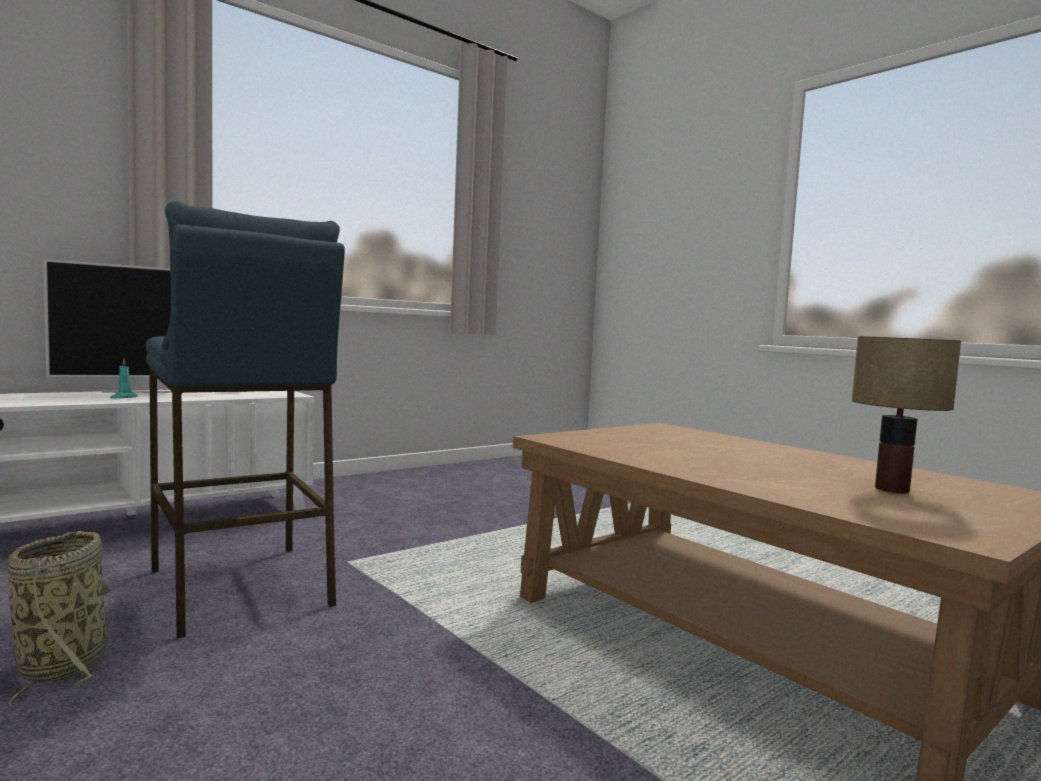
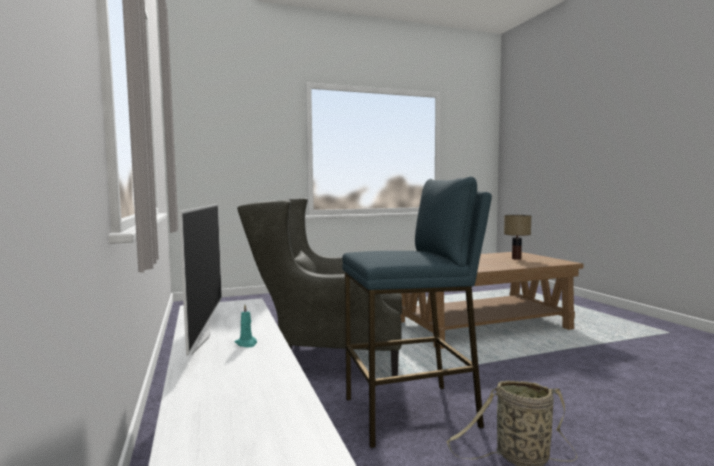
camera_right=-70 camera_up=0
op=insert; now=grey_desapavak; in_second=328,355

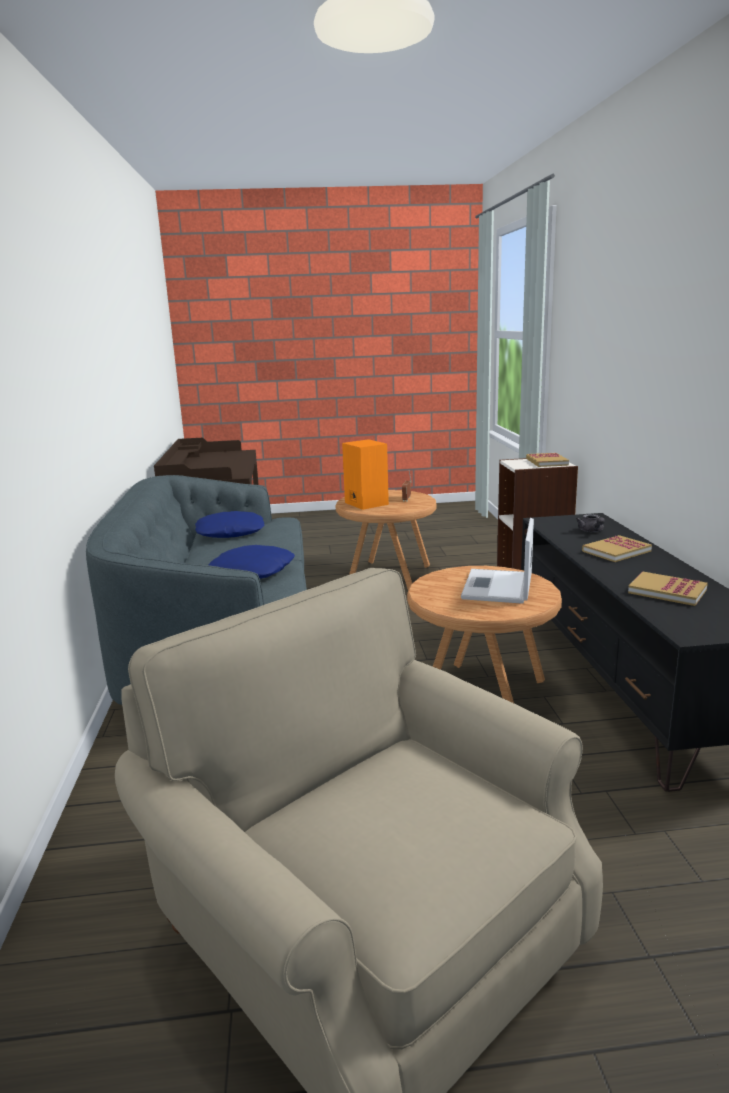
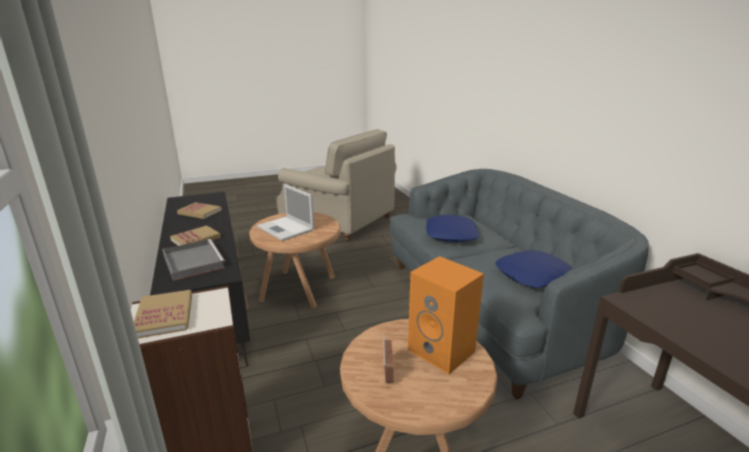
camera_right=165 camera_up=5
op=replace; was=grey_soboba; now=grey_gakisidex; in_first=591,531; in_second=192,261
op=rotate; was=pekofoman; in_first=497,587; in_second=286,229; clockwise=135

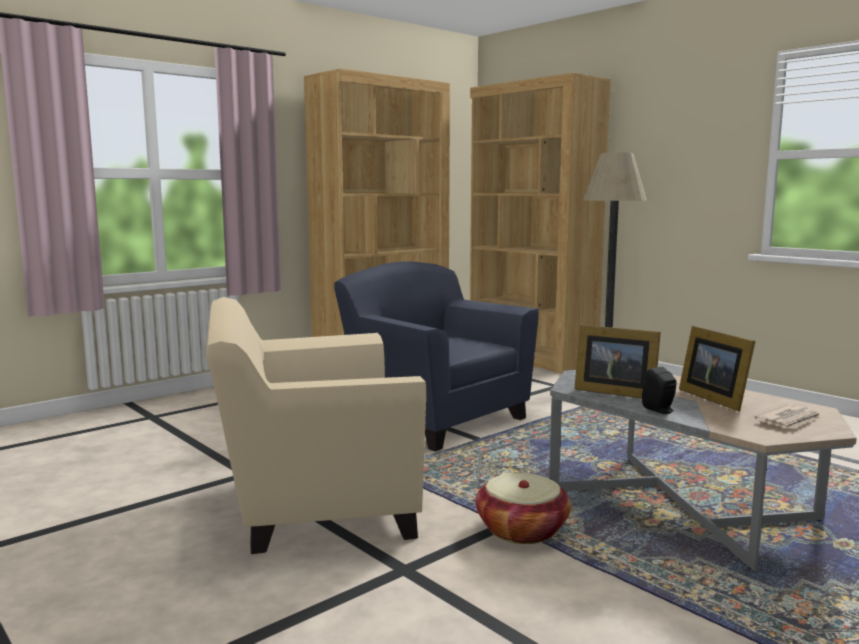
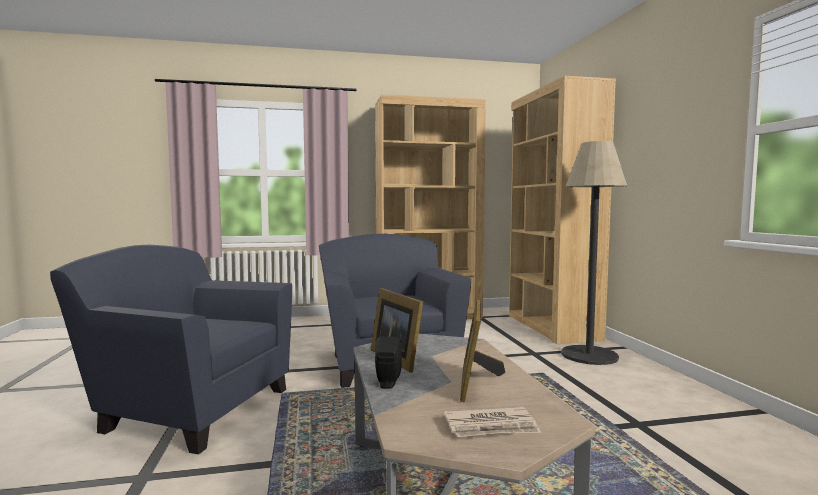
camera_right=30 camera_up=-5
op=recolor; was=beige_desapavak; now=blue_desapavak; in_first=312,507; in_second=190,409
op=delete; was=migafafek; in_first=522,530

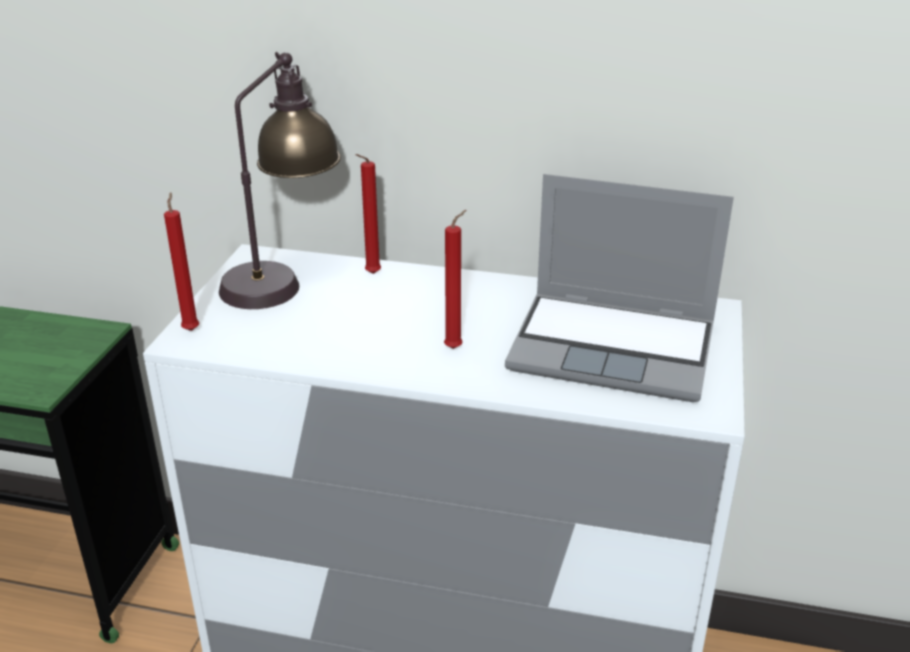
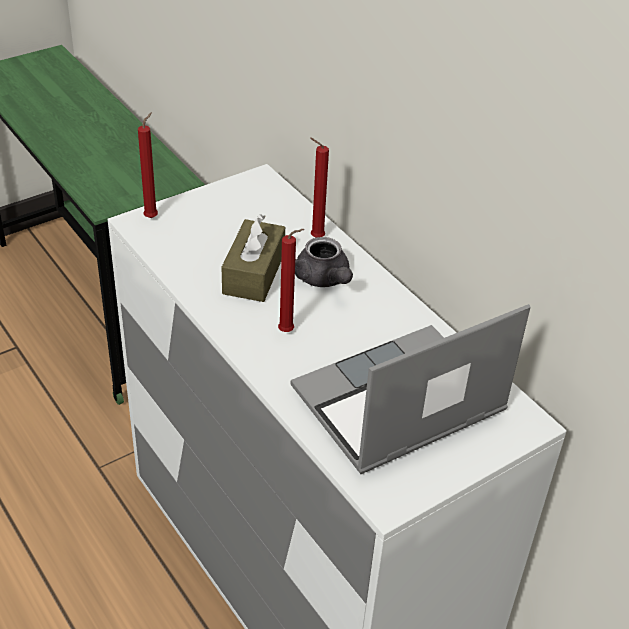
camera_right=40 camera_up=10
op=insert; now=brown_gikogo; in_second=254,273
op=rotate; was=pekofoman; in_first=615,348; in_second=397,404; clockwise=90
op=insert; now=grey_soboba; in_second=324,279
op=delete; was=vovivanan; in_first=284,277

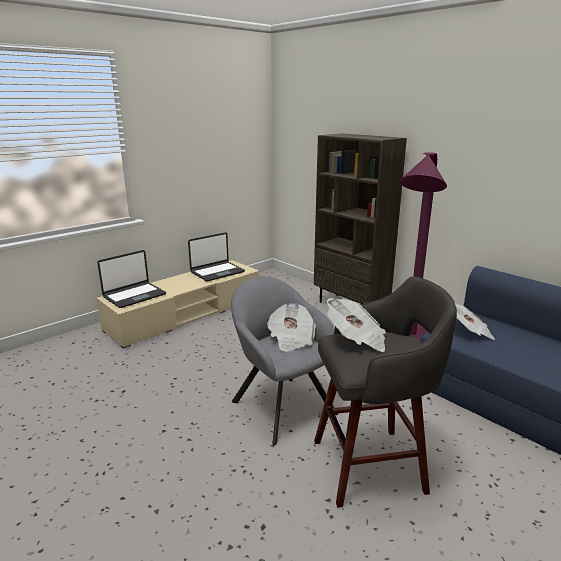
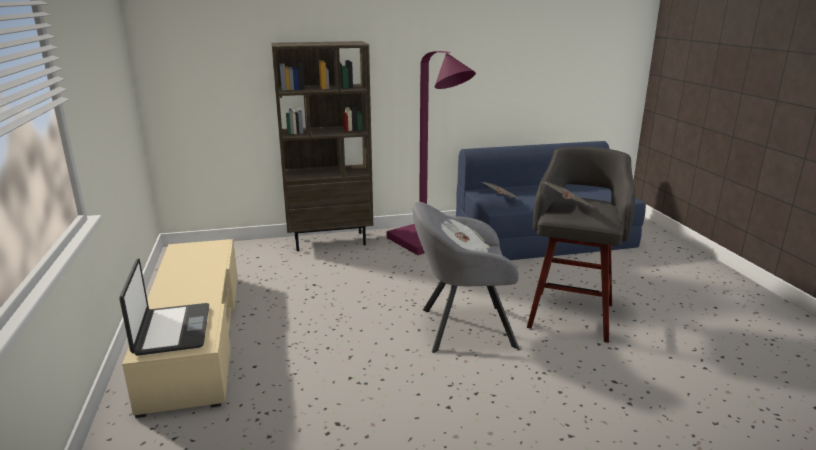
camera_right=-60 camera_up=0
op=delete; was=pekofoman; in_first=217,272

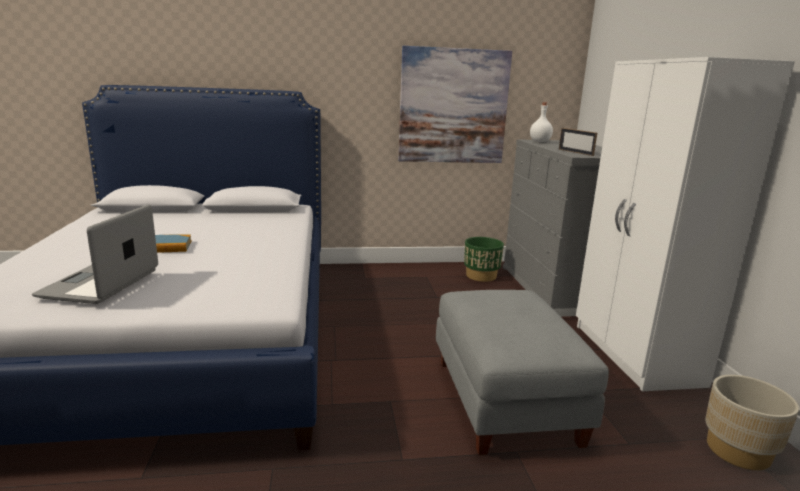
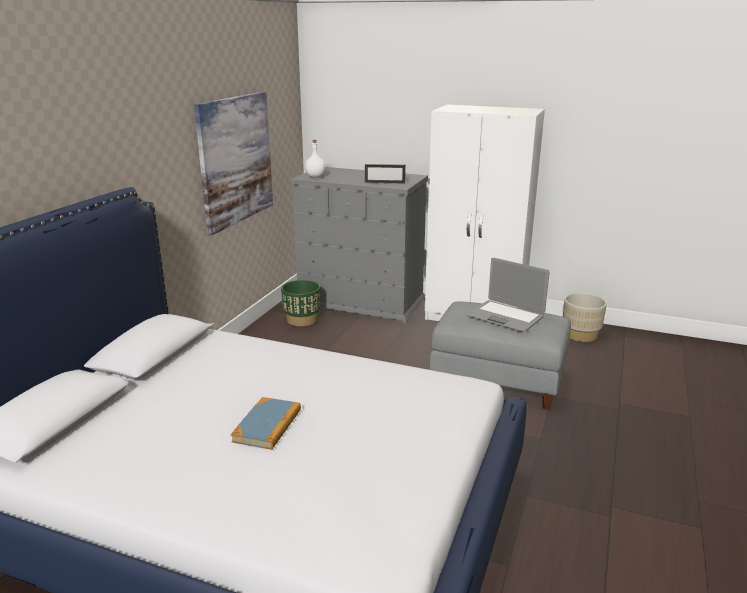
camera_right=-60 camera_up=5
op=move; was=pekofoman; in_first=101,283; in_second=505,317

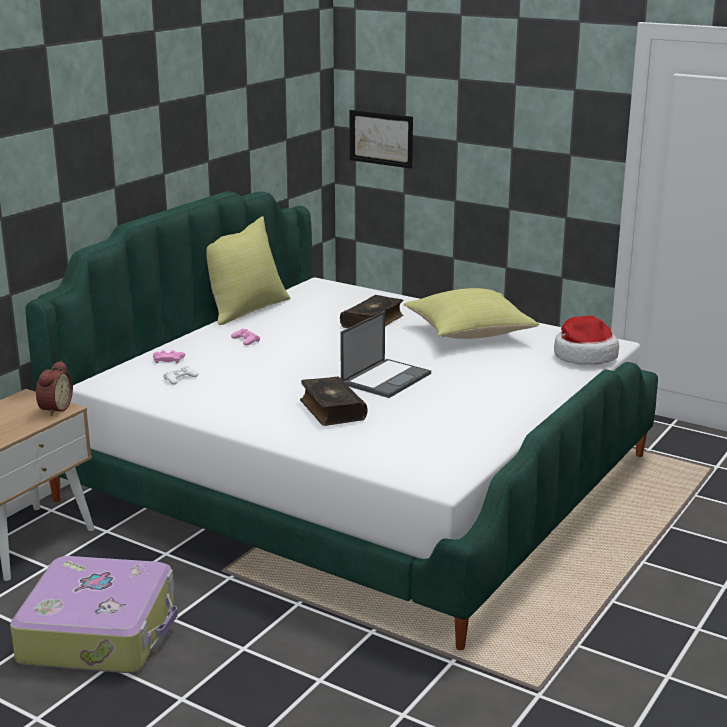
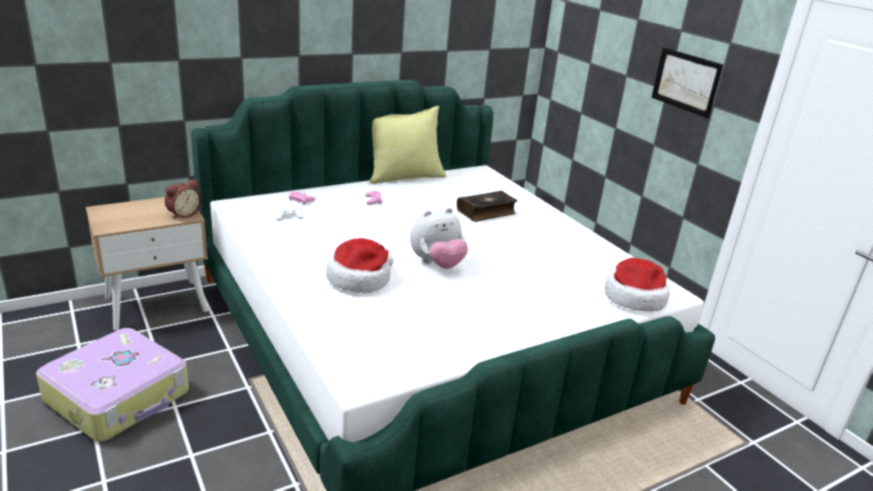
camera_right=25 camera_up=5
op=replace; was=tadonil; now=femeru; in_first=331,410; in_second=360,278
op=replace; was=pekofoman; now=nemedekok; in_first=386,378; in_second=437,264
op=move; was=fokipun; in_first=381,138; in_second=686,81
op=delete; was=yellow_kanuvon; in_first=469,335

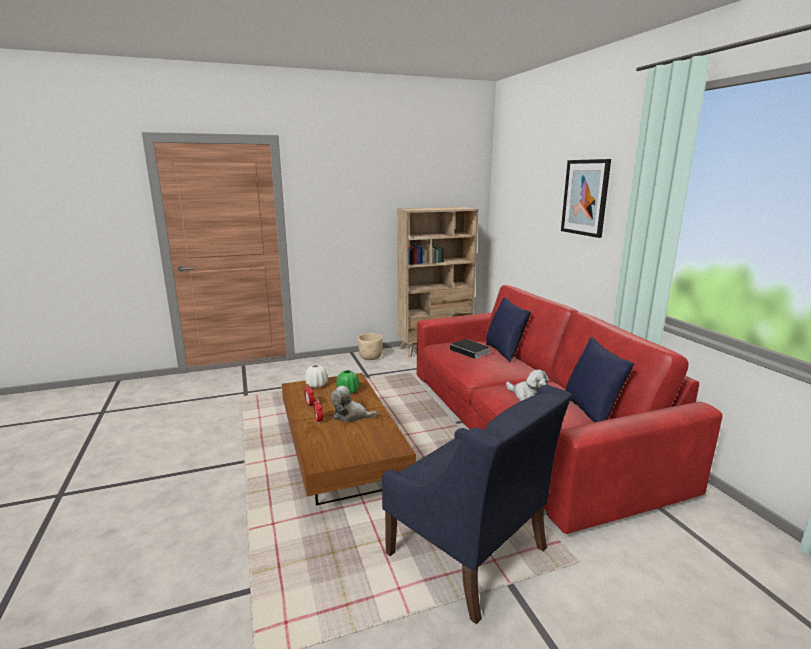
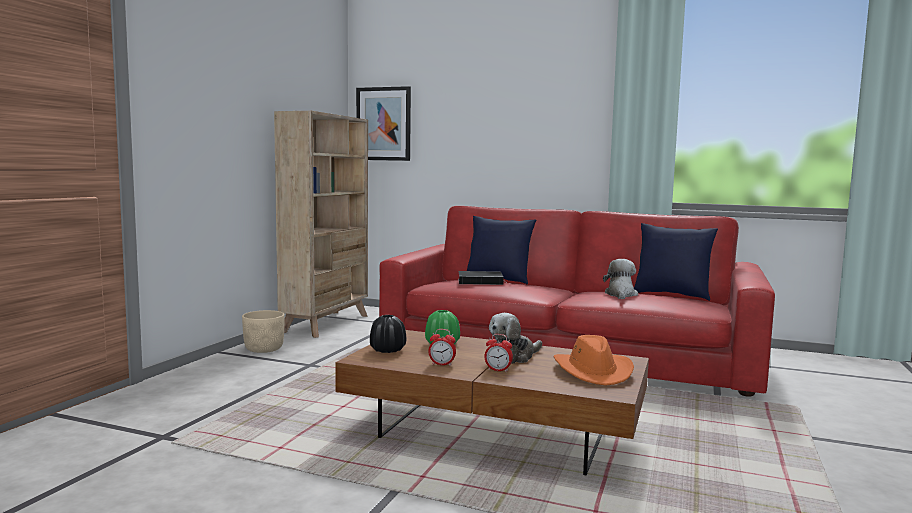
camera_right=-50 camera_up=-10
op=move; was=fokipun; in_first=585,197; in_second=383,124
op=recolor; was=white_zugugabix; now=black_zugugabix; in_first=316,385; in_second=387,350
op=insert; now=orange_femeru; in_second=593,371
op=rotate; was=nemedekok; in_first=527,396; in_second=620,295; clockwise=-75
op=delete; was=blue_desapavak; in_first=468,553

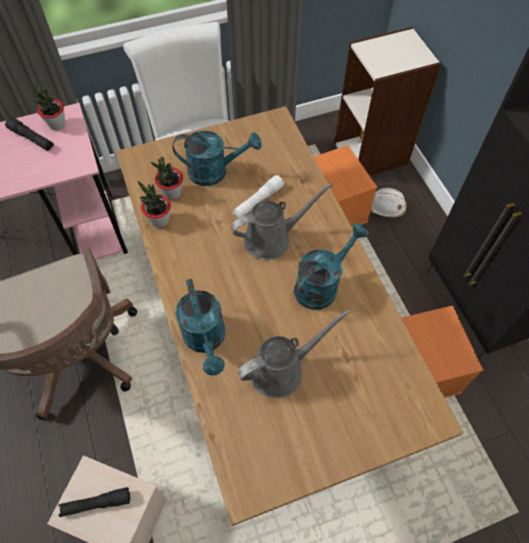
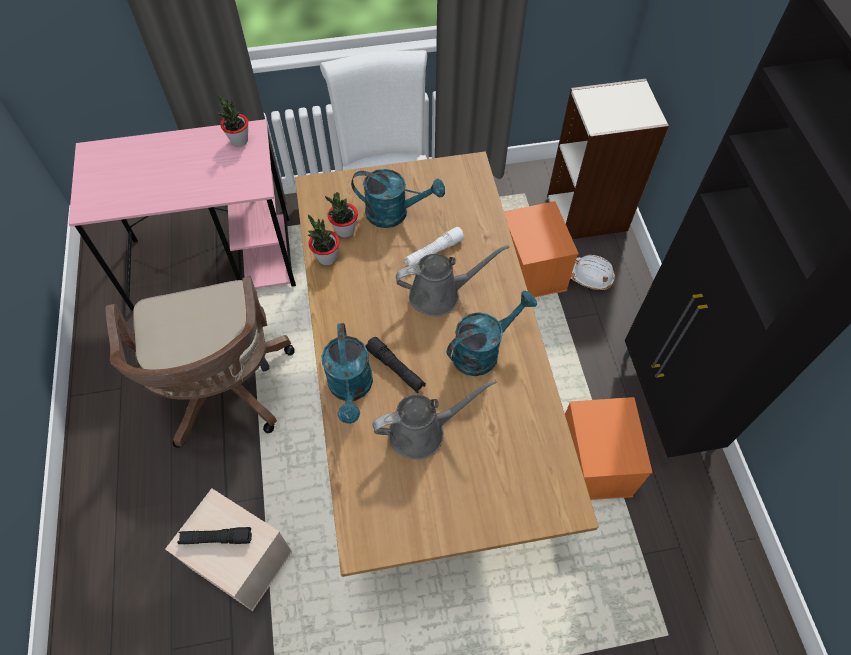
camera_right=10 camera_up=0
op=move; was=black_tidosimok; in_first=32,139; in_second=395,368

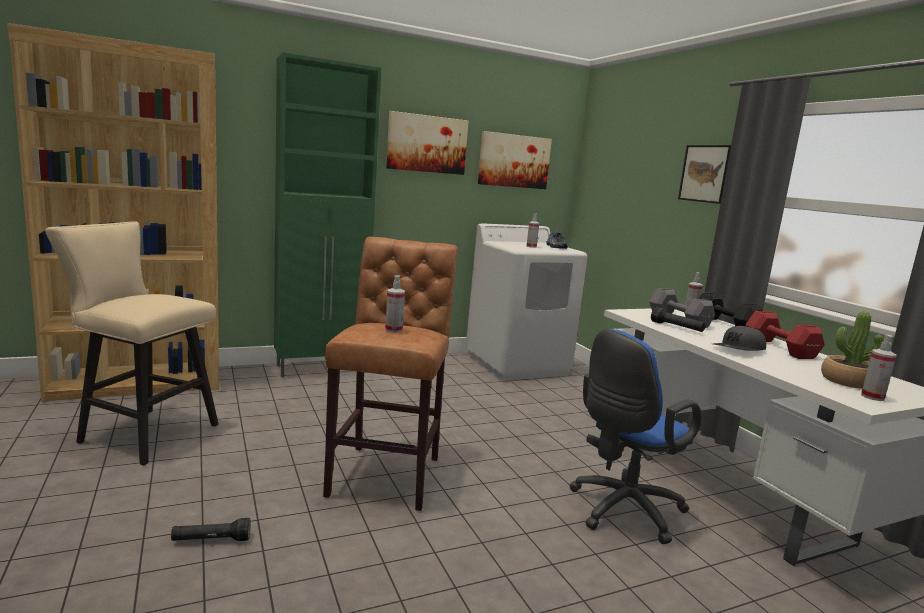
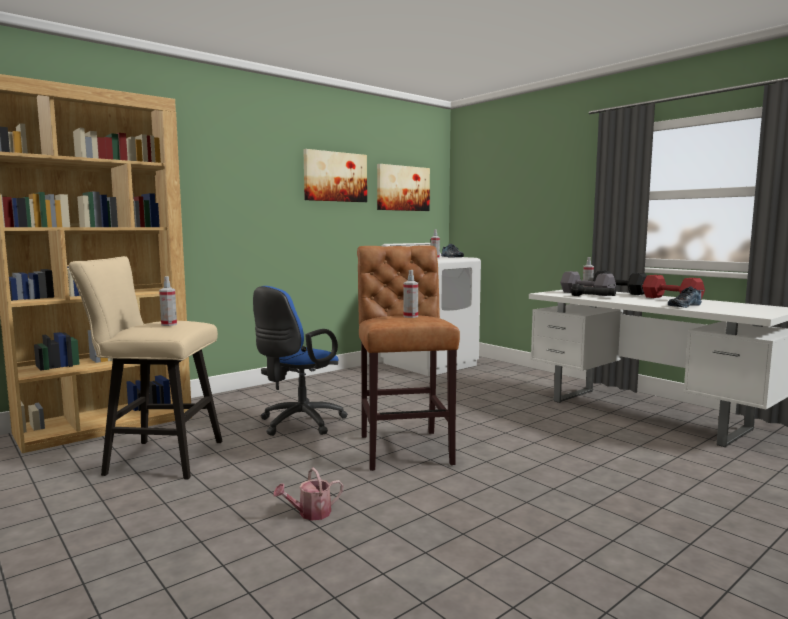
camera_right=-15 camera_up=-5
op=move; was=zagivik; in_first=872,397; in_second=169,324
op=move; was=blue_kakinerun; in_first=622,511; in_second=298,424
op=replace; was=black_tidosimok; now=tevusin; in_first=211,540; in_second=310,514
op=insert; now=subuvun; in_second=683,305
op=delete; was=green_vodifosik; in_first=321,368
op=delete; was=fokipun; in_first=704,173
op=delete; was=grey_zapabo; in_first=739,350
op=delete; was=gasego; in_first=847,381

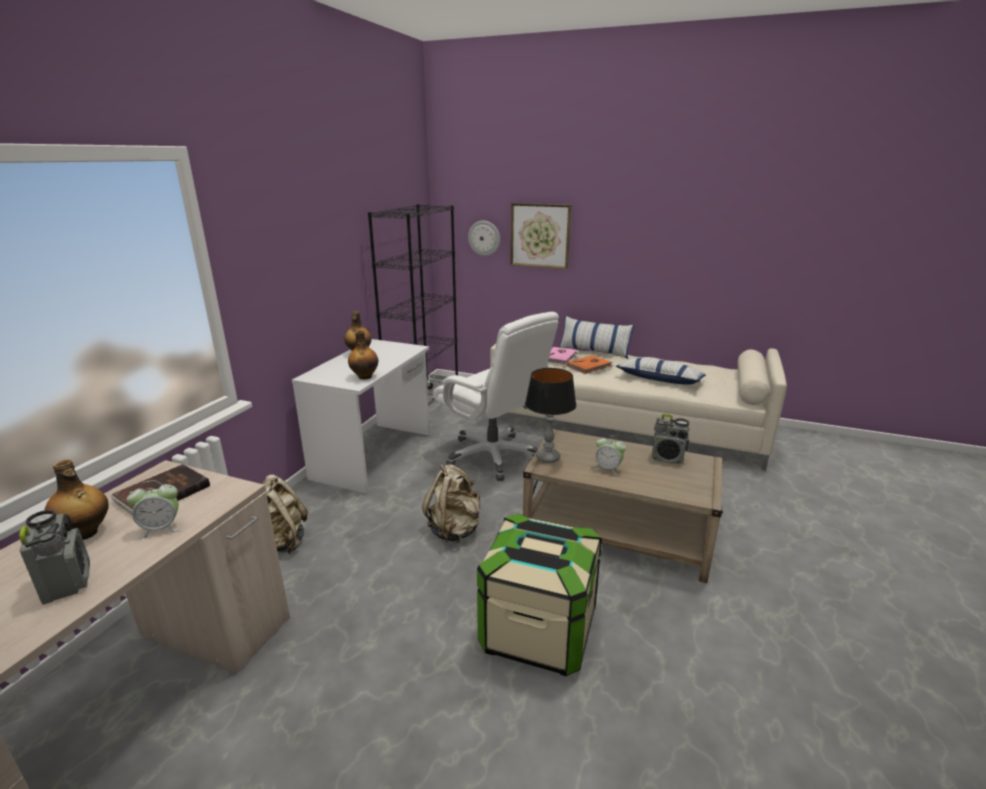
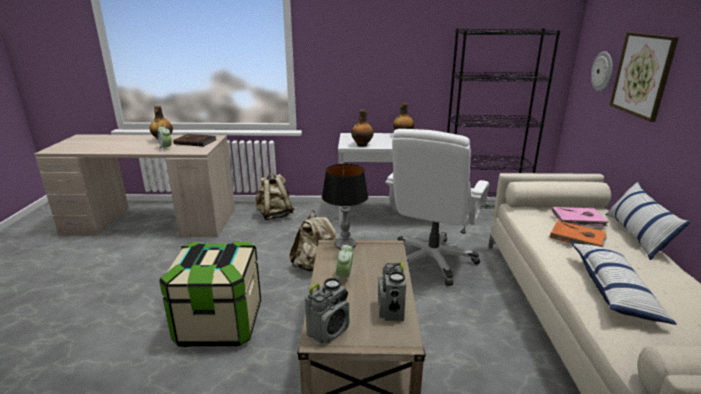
camera_right=70 camera_up=0
op=move; was=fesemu; in_first=67,582; in_second=328,331

